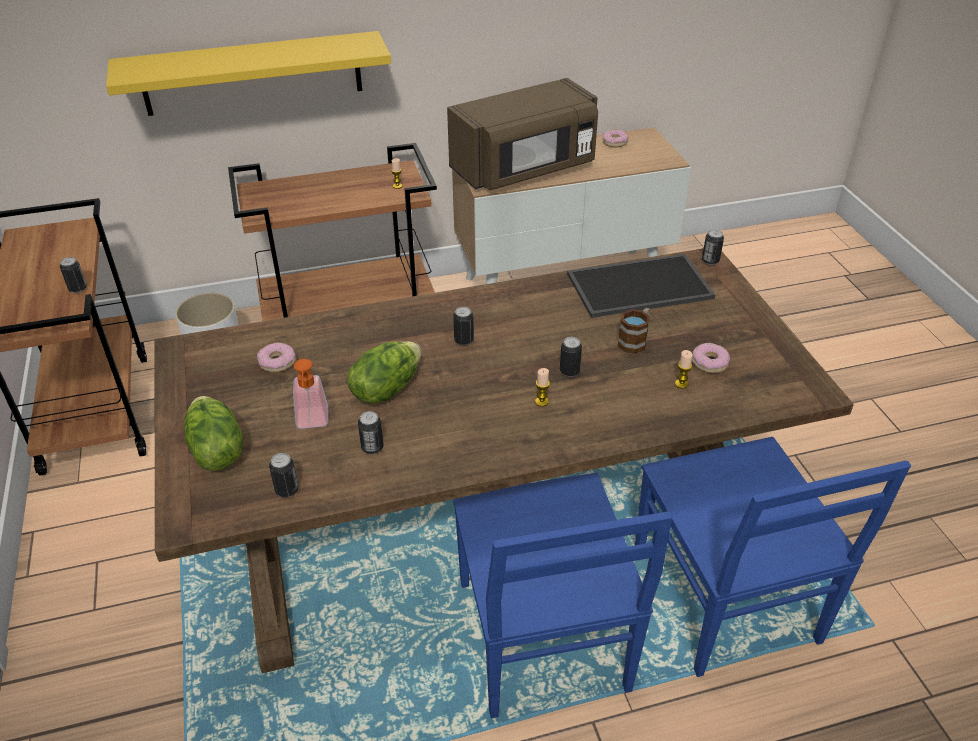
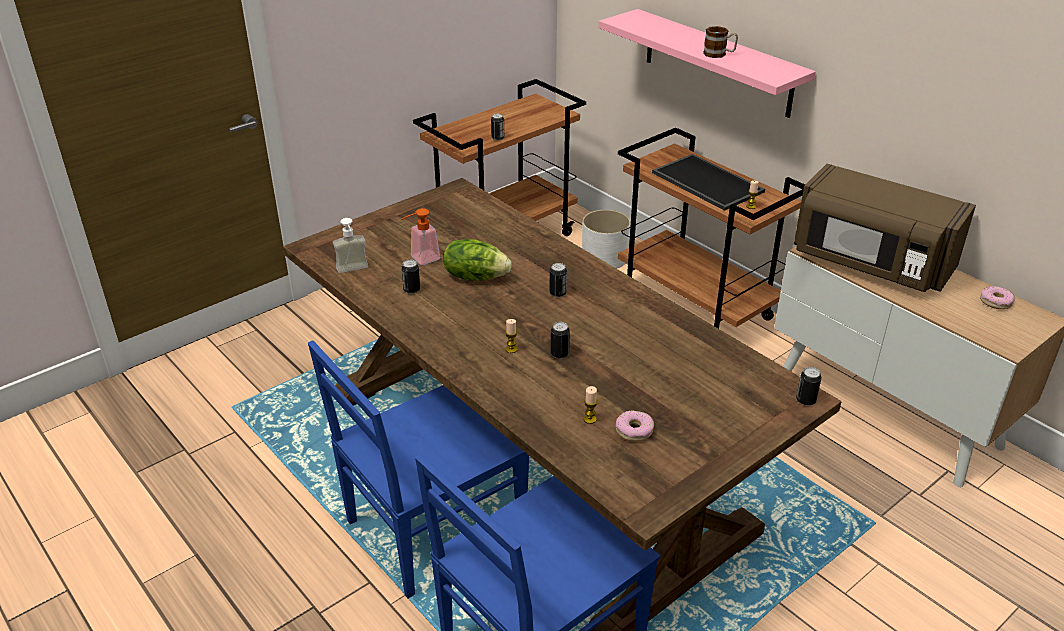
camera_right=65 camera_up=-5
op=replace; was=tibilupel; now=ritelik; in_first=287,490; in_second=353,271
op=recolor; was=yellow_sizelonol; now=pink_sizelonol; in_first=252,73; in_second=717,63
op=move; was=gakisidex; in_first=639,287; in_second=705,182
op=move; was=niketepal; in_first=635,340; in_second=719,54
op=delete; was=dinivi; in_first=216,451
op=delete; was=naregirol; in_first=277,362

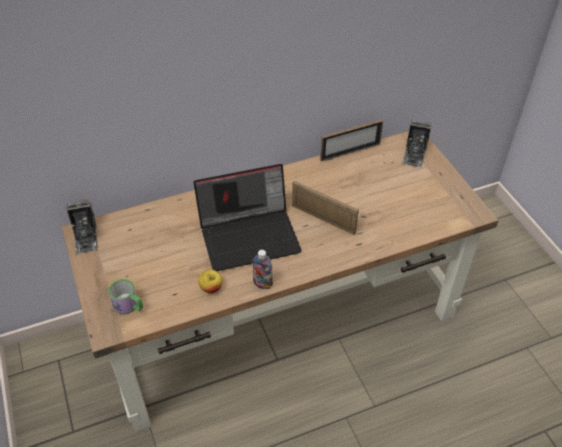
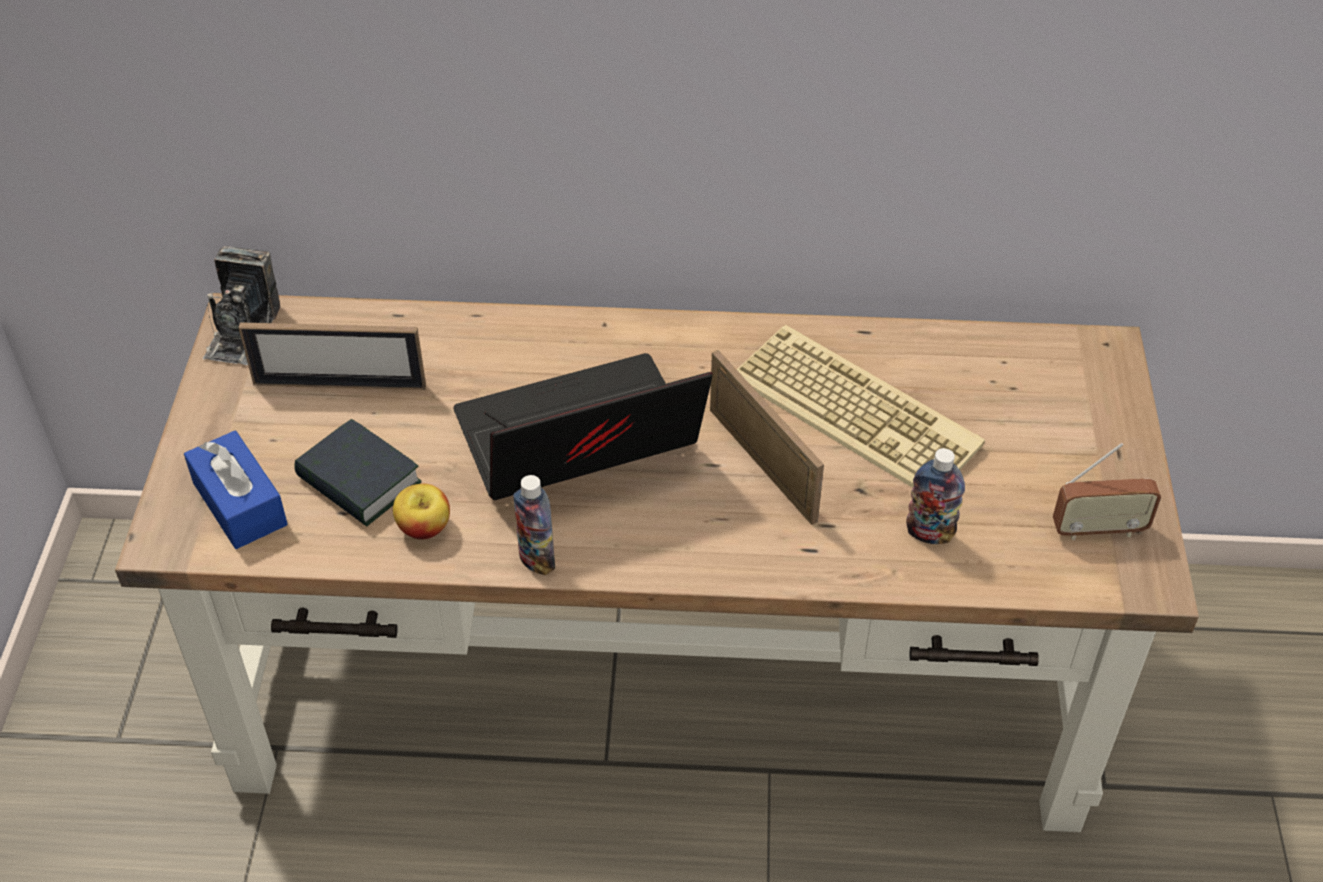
camera_right=25 camera_up=0
op=replace; was=niketepal; now=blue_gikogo; in_first=129,306; in_second=240,504
op=move; was=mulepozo; in_first=350,152; in_second=339,385
op=insert; now=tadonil; in_second=359,481
op=rotate; was=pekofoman; in_first=250,235; in_second=576,444; clockwise=150
op=insert; now=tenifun; in_second=859,411
op=insert; now=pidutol; in_second=929,533
op=insert; now=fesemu; in_second=1098,530
op=delete; was=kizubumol; in_first=414,154

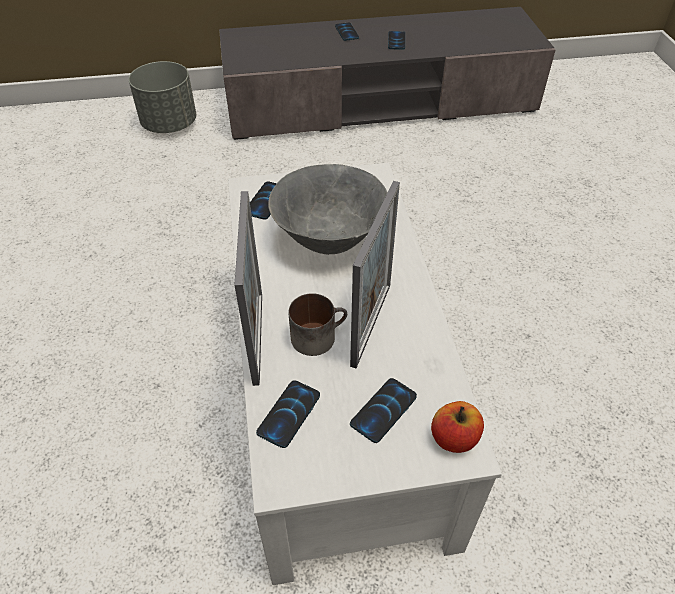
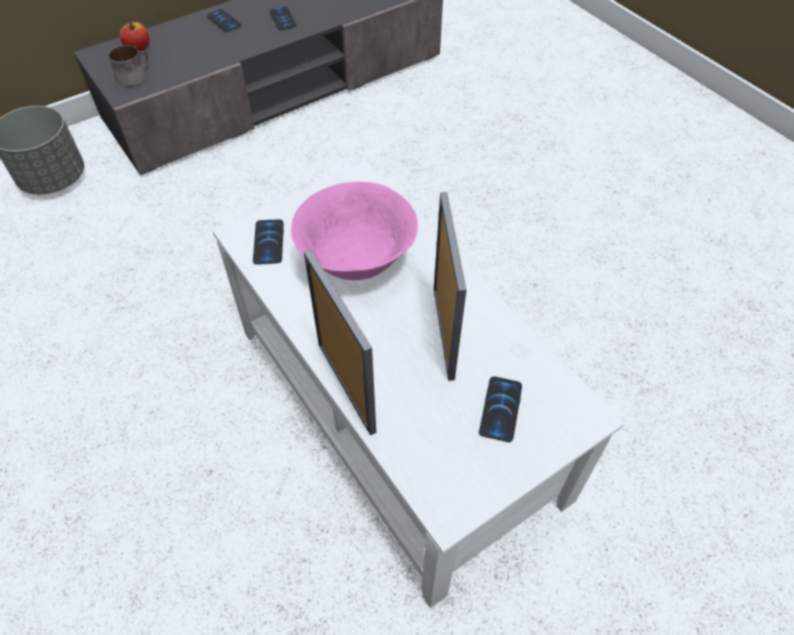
camera_right=-25 camera_up=5
op=move; was=niketepal; in_first=318,335; in_second=134,76
op=move; was=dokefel; in_first=454,438; in_second=138,48
op=recolor; was=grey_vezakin; now=pink_vezakin; in_first=330,240; in_second=357,262
op=delete; was=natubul; in_first=289,414

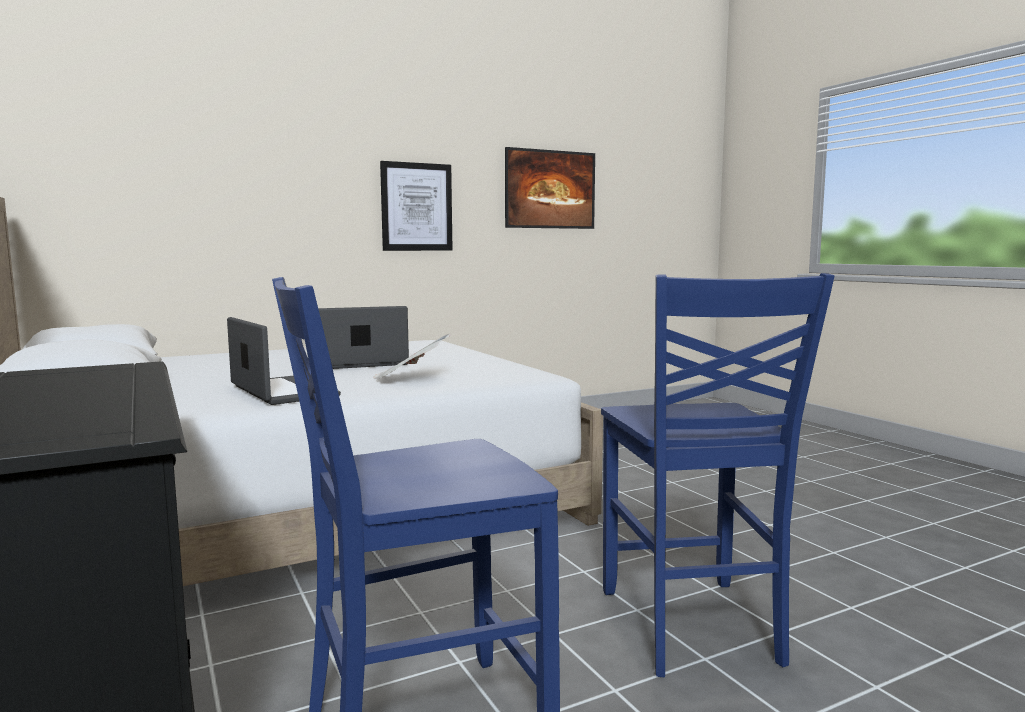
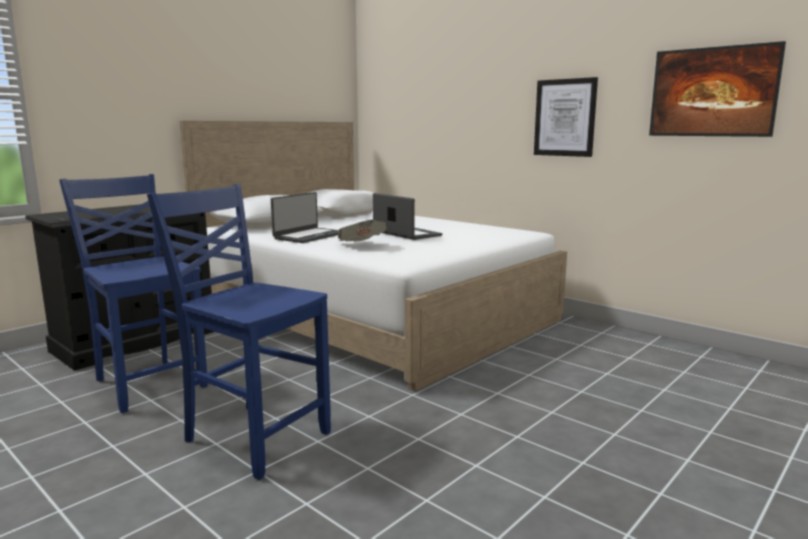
camera_right=70 camera_up=5
op=rotate; was=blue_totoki; in_first=691,627; in_second=255,437; clockwise=60

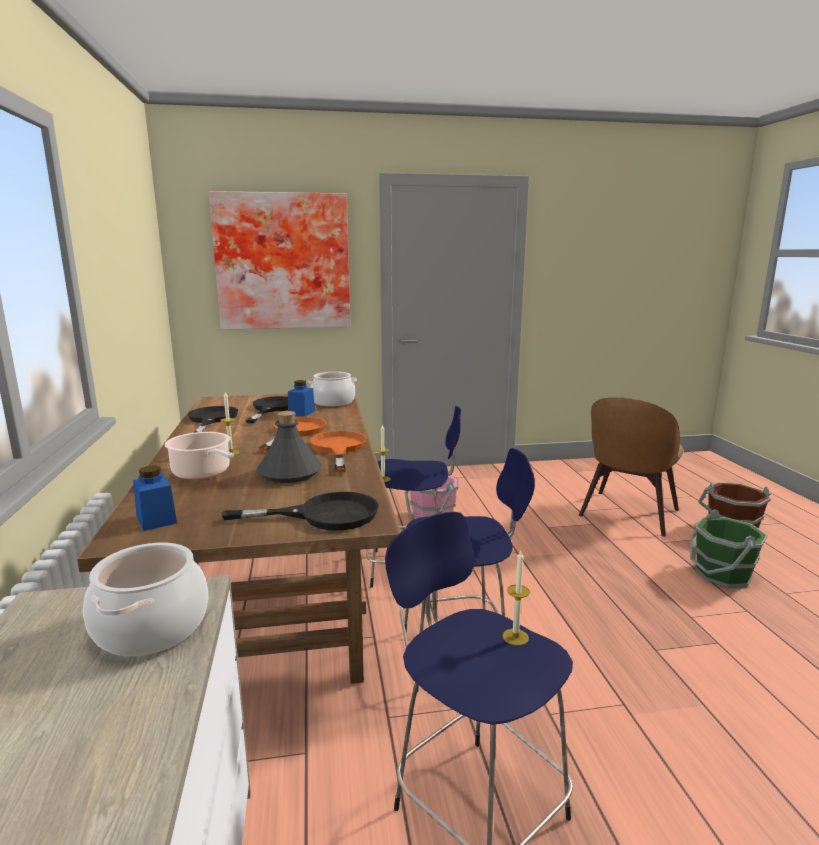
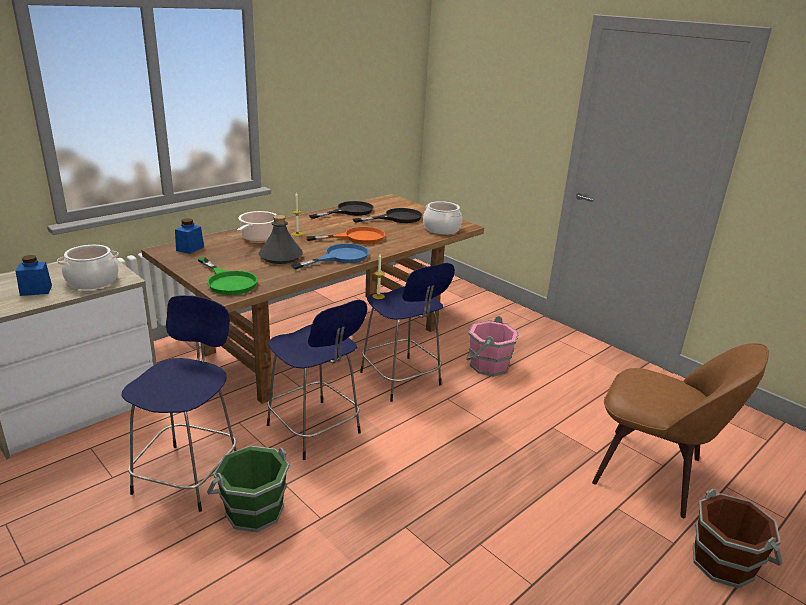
camera_right=55 camera_up=10
op=move; was=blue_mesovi; in_first=301,413; in_second=36,290
op=recolor; was=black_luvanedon; now=green_luvanedon; in_first=324,515; in_second=228,281
op=move; was=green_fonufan; in_first=722,574; in_second=253,510
op=recolor; was=orange_luvanedon; now=blue_luvanedon; in_first=338,448; in_second=340,257
op=rotate; was=brown_totoki; in_first=627,514; in_second=653,473; clockwise=-150
op=delete; was=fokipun; in_first=283,262
op=delete; was=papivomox; in_first=515,637

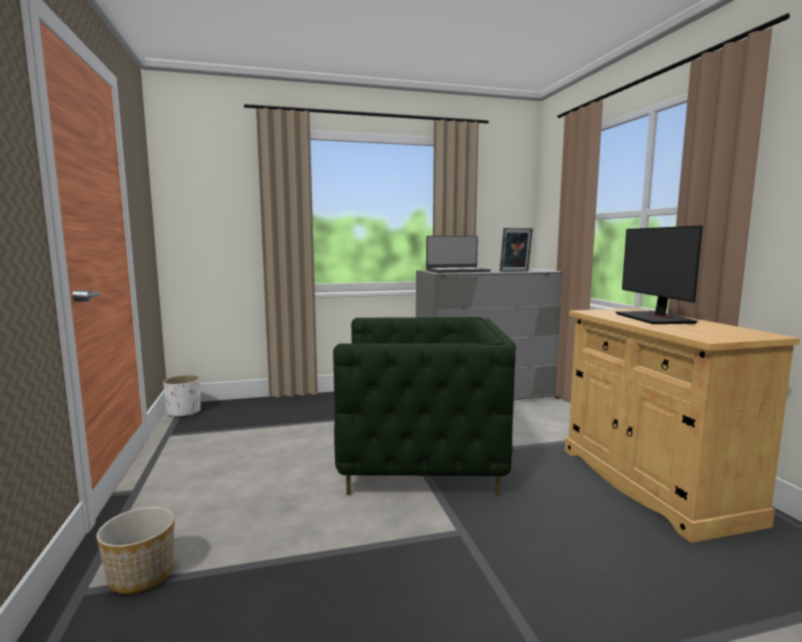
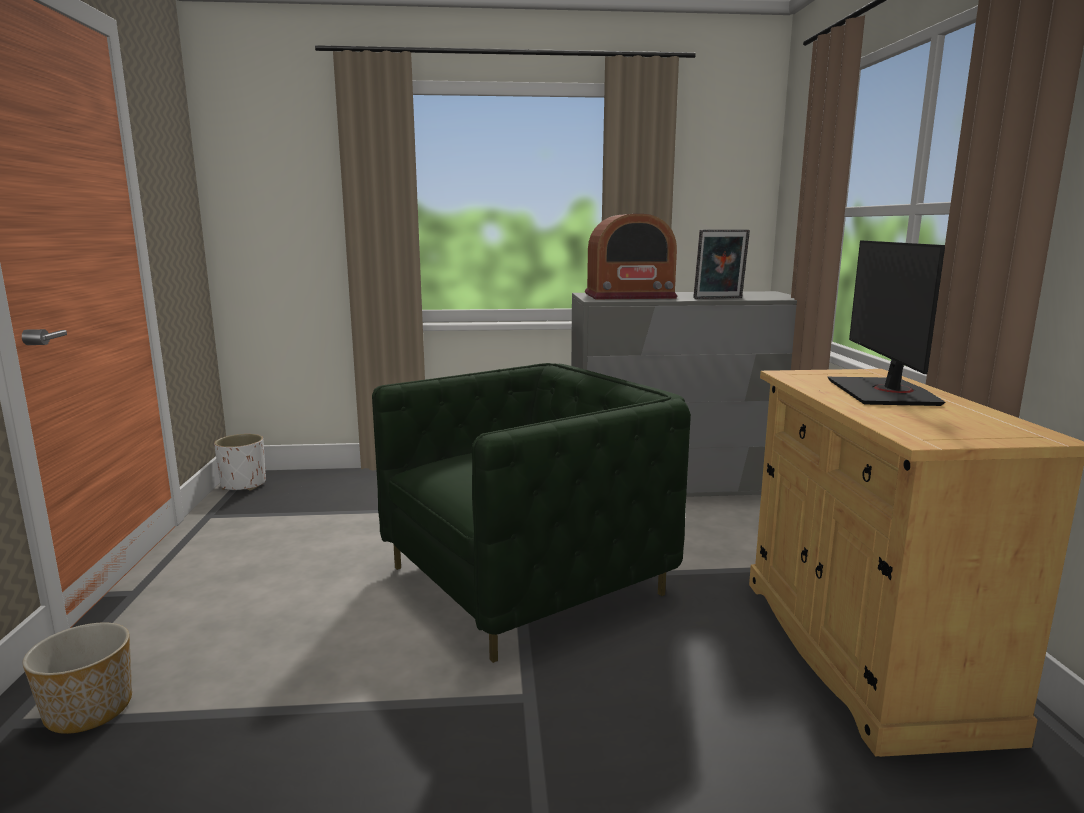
camera_right=10 camera_up=5
op=rotate; was=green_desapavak; in_first=420,460; in_second=525,580; clockwise=-45
op=replace; was=pekofoman; now=fesemu; in_first=457,271; in_second=629,296

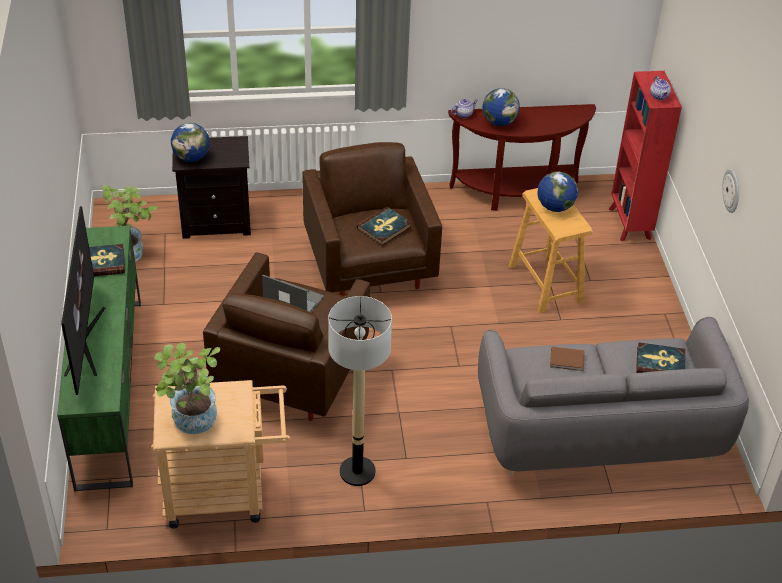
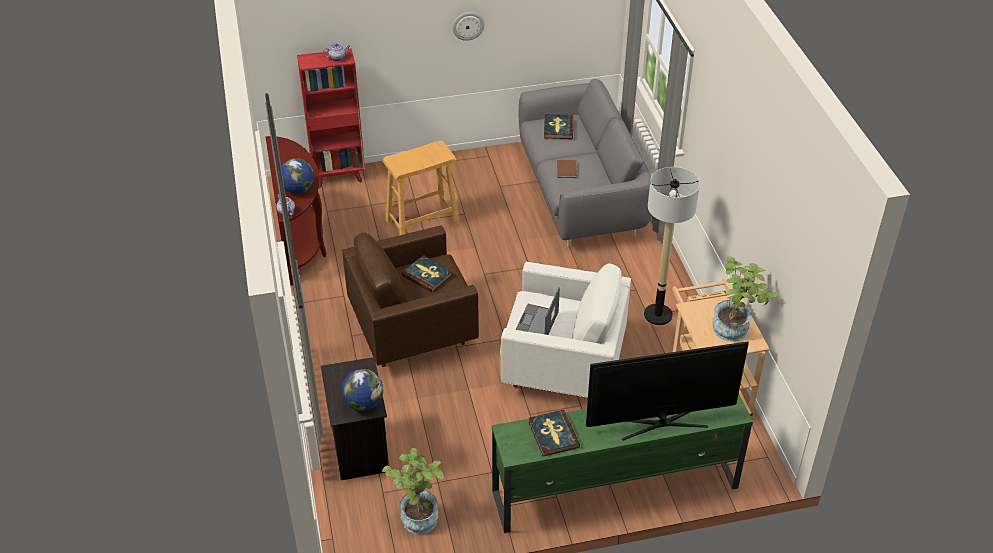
camera_right=-95 camera_up=0
op=recolor; was=brown_desapavak; now=white_desapavak; in_first=290,373; in_second=563,366
op=delete; was=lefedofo; in_first=555,207

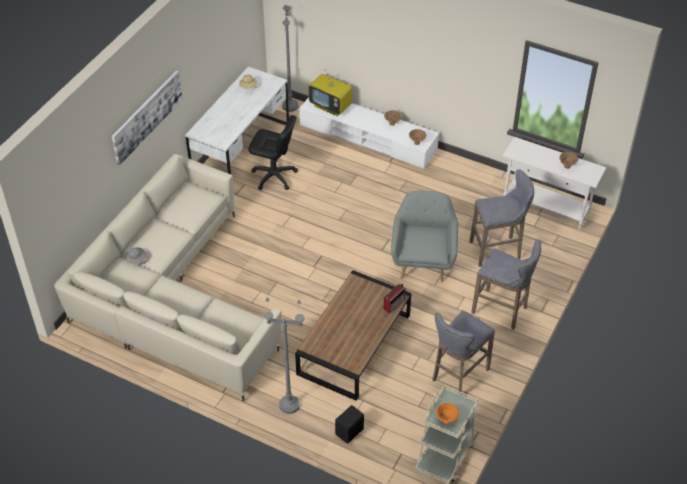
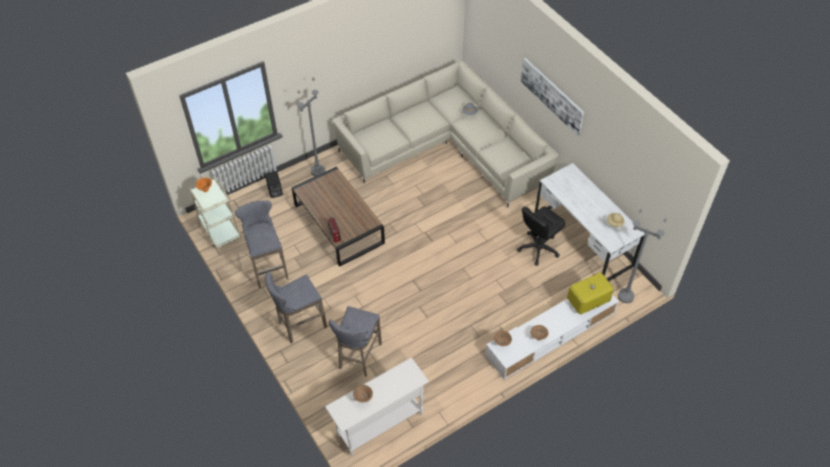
camera_right=120 camera_up=5
op=delete; was=grey_desapavak; in_first=423,260

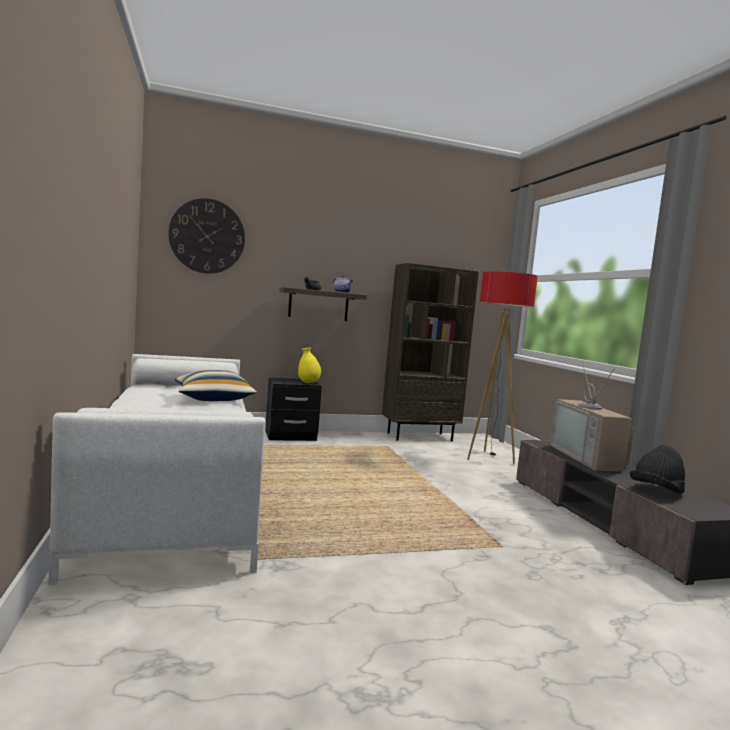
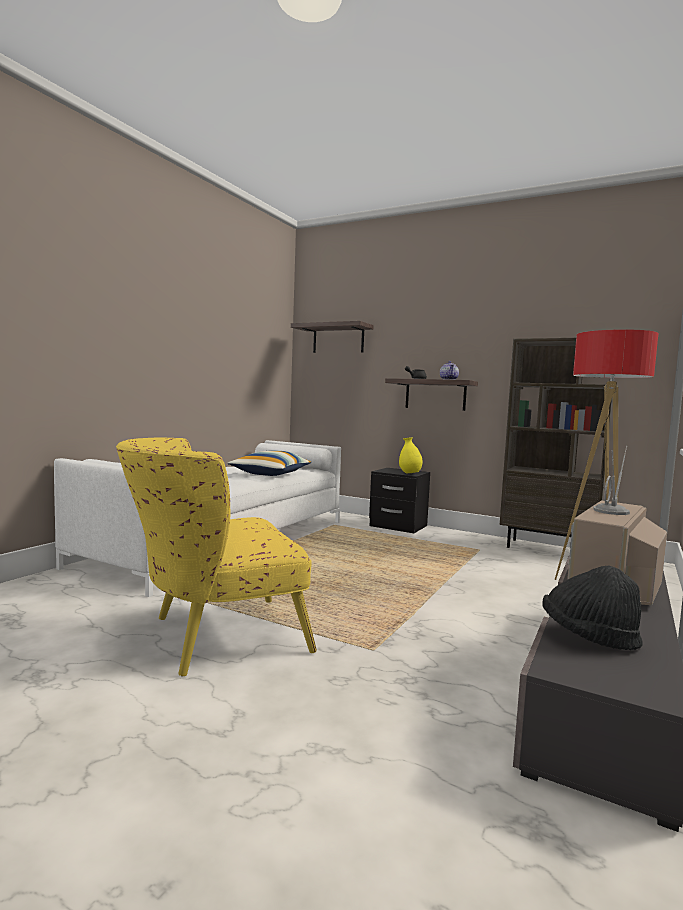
camera_right=45 camera_up=0
op=insert; now=yellow_desapavak; in_second=212,637
op=replace; was=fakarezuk; now=sizelonol; in_first=207,236; in_second=338,339

